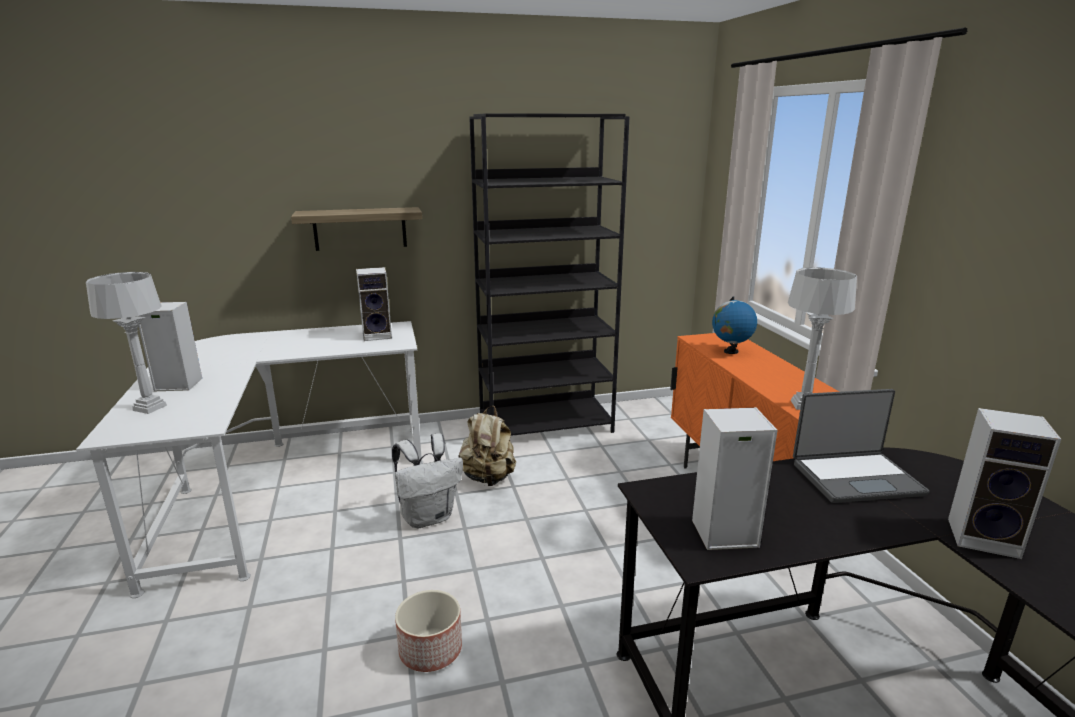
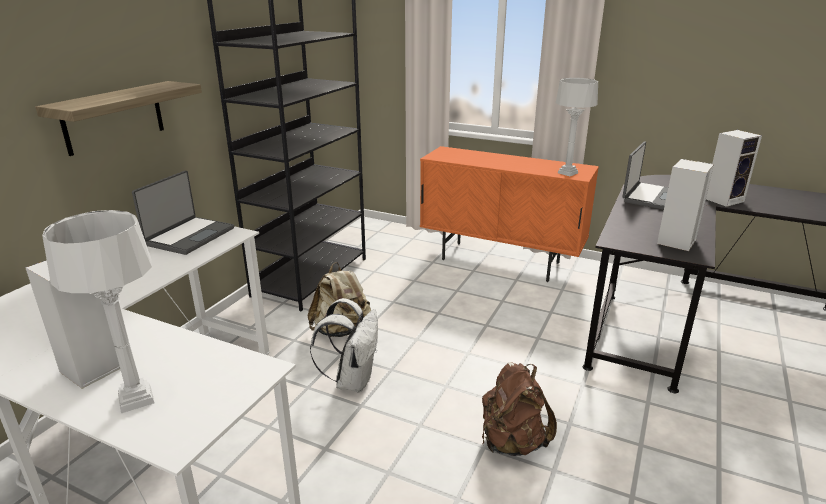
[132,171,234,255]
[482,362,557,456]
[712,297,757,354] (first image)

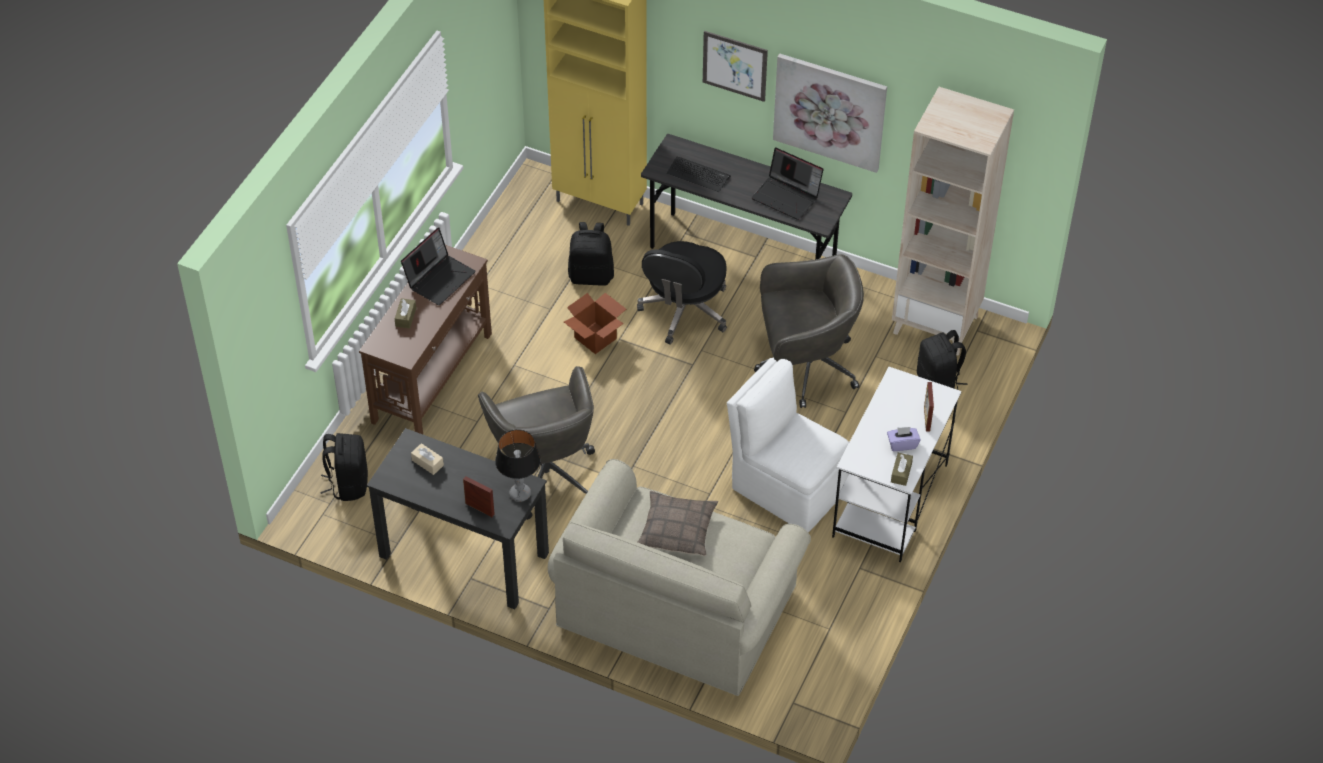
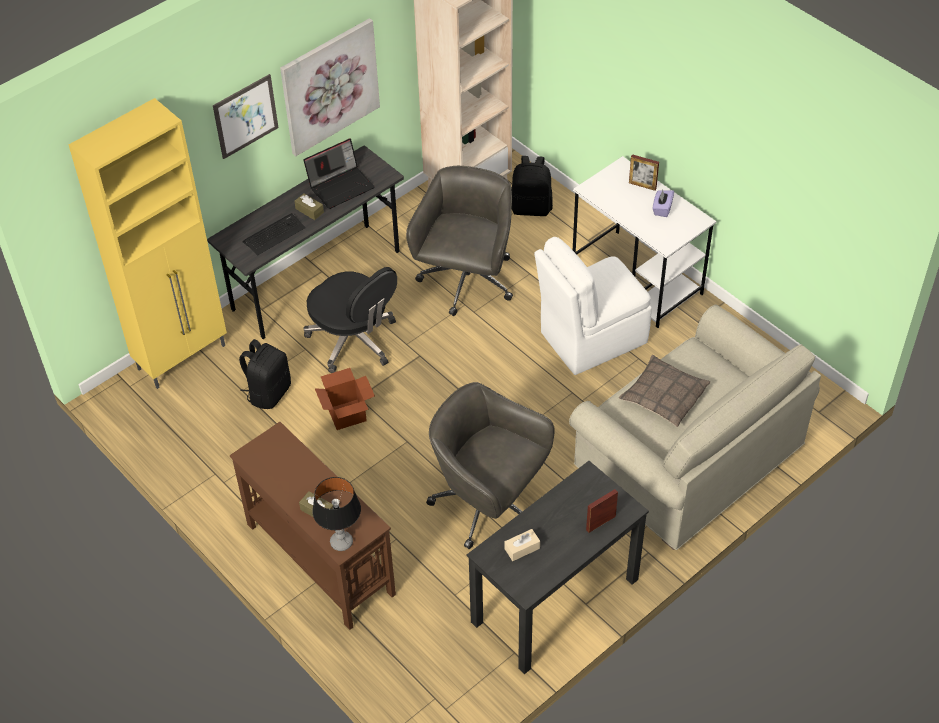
[295,194,324,220]
[312,477,361,551]
[426,382,555,549]
[320,433,368,501] (first image)
[401,227,476,305] (first image)

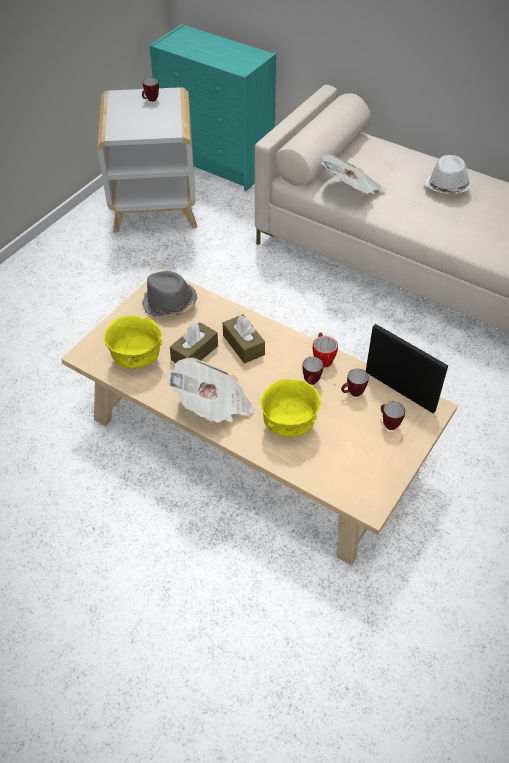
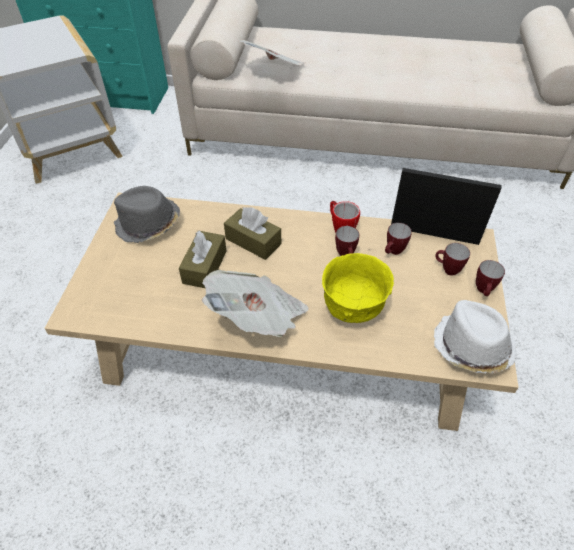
[434,300,517,373]
[476,260,505,296]
[104,315,162,369] (first image)

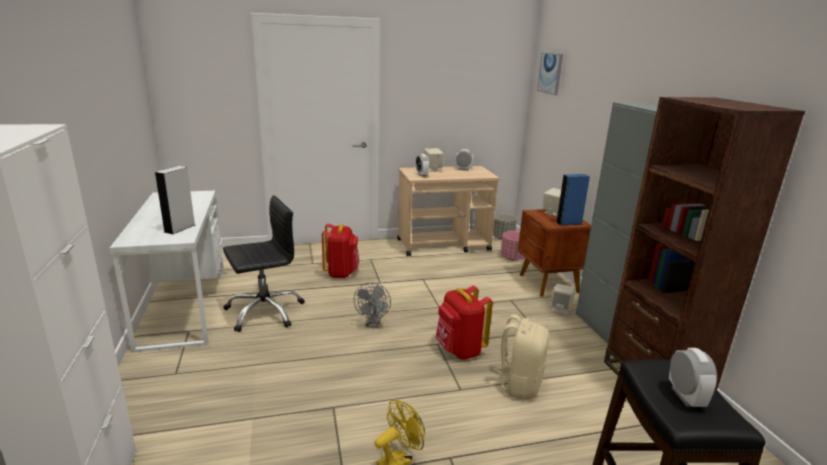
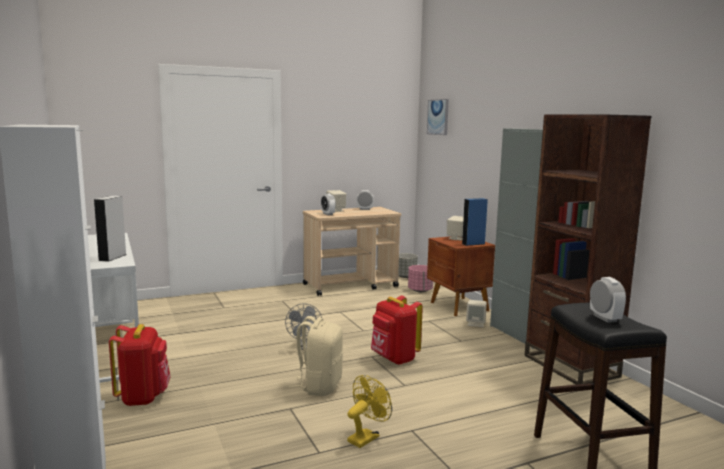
[109,324,171,406]
[289,316,343,396]
[223,195,305,332] (first image)

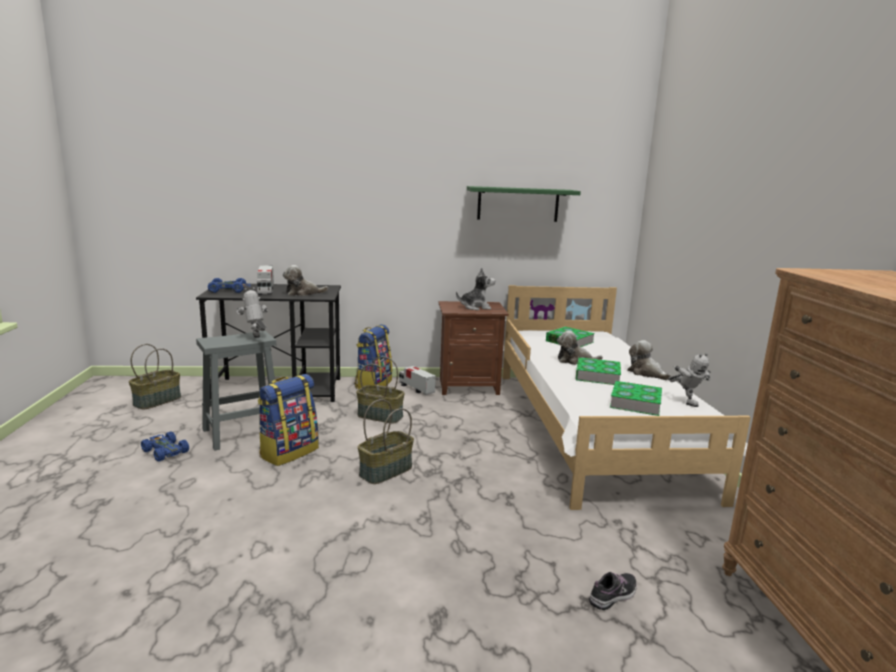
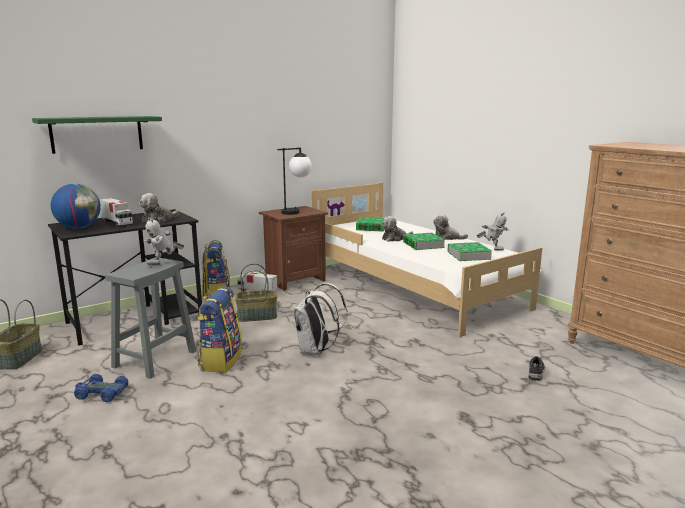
[32,116,162,154]
[51,184,101,229]
[143,217,184,265]
[277,147,312,215]
[293,283,347,355]

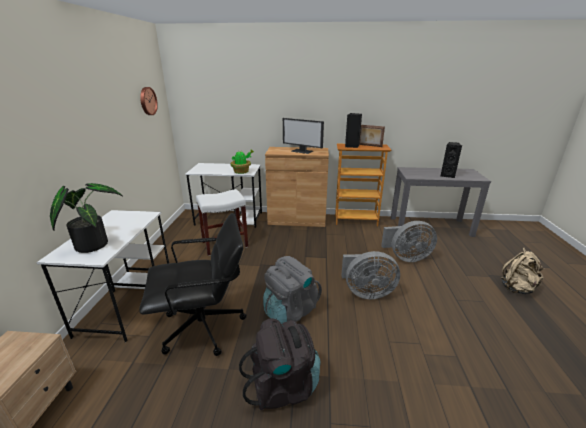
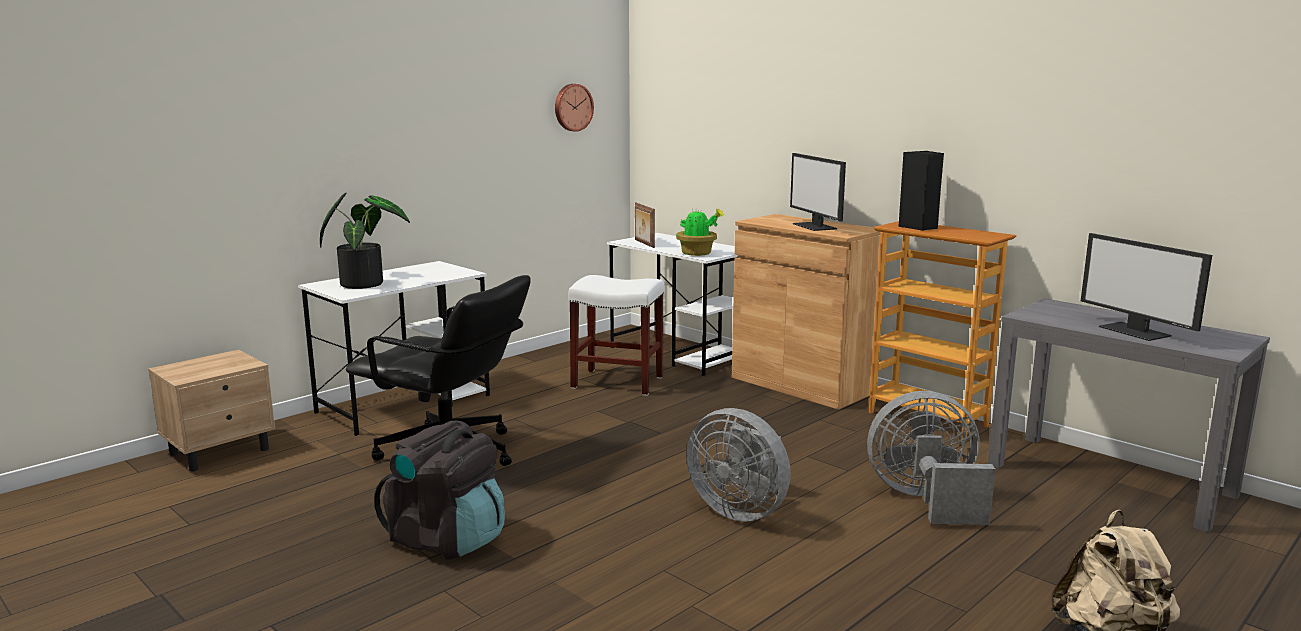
[635,203,655,248]
[867,391,996,525]
[1081,233,1212,341]
[263,256,322,324] (first image)

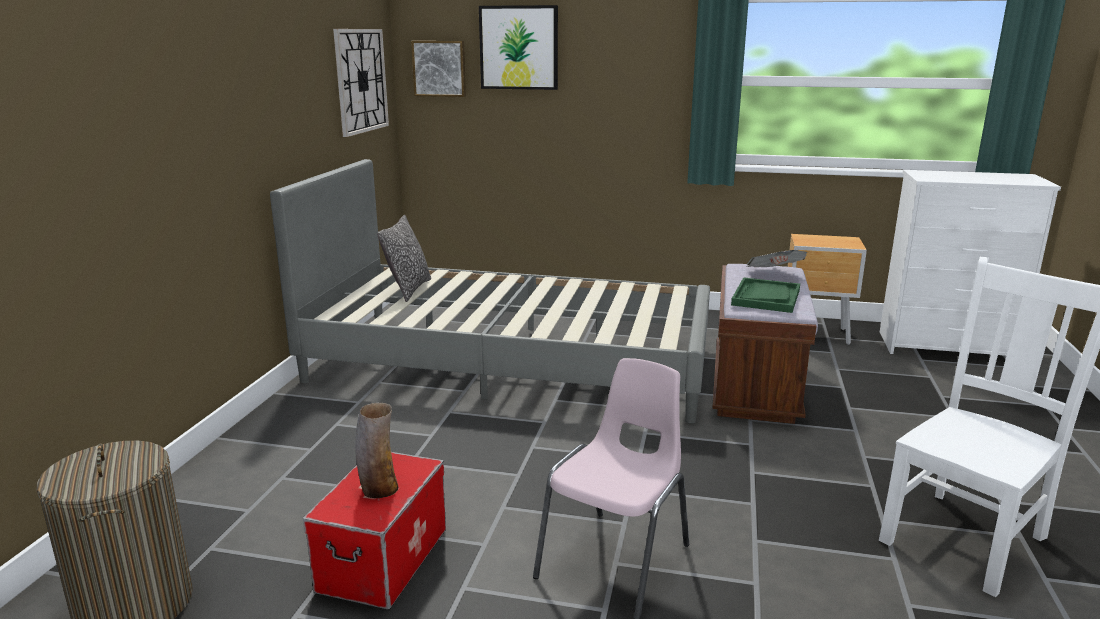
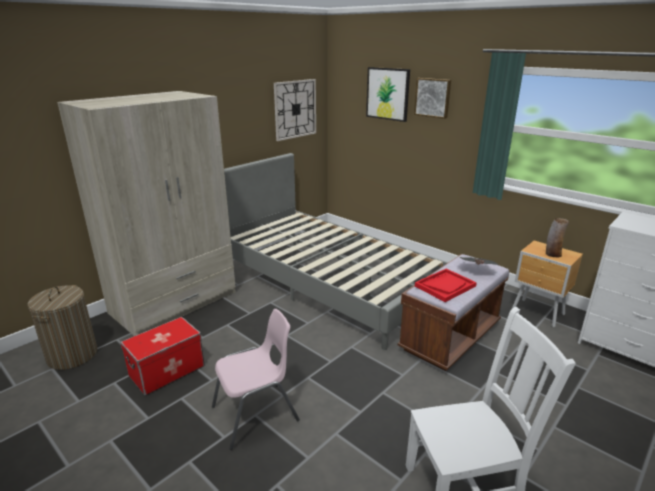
[57,91,236,336]
[414,78,451,119]
[415,269,477,302]
[546,218,569,257]
[377,215,431,302] (first image)

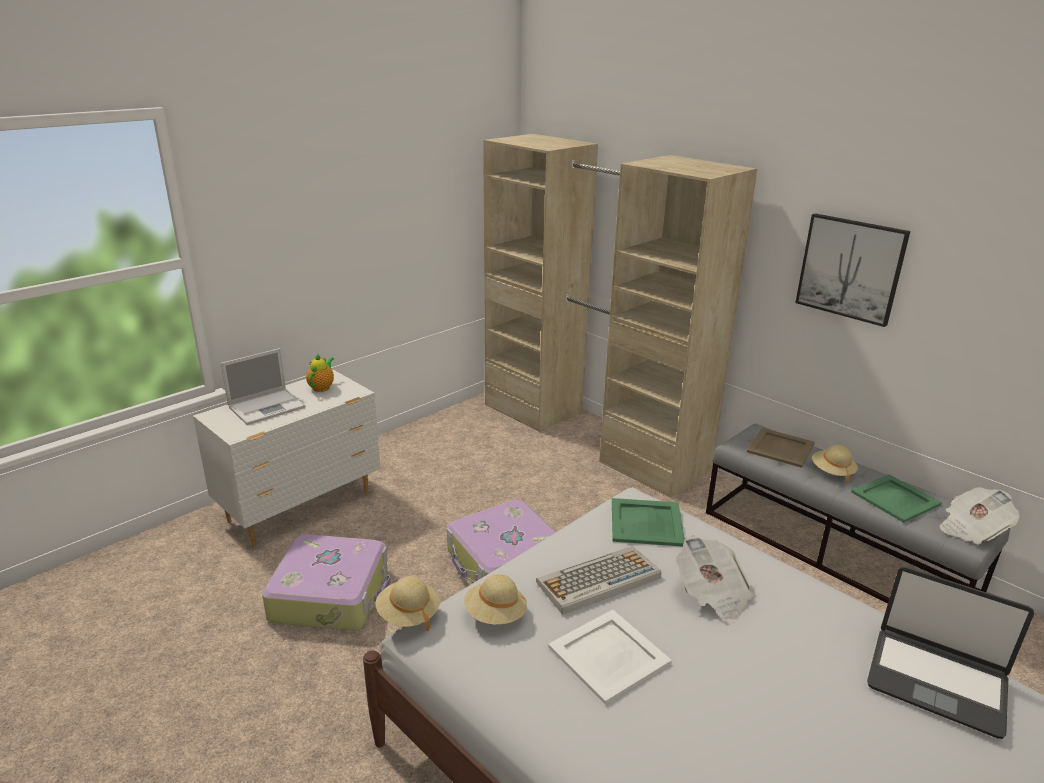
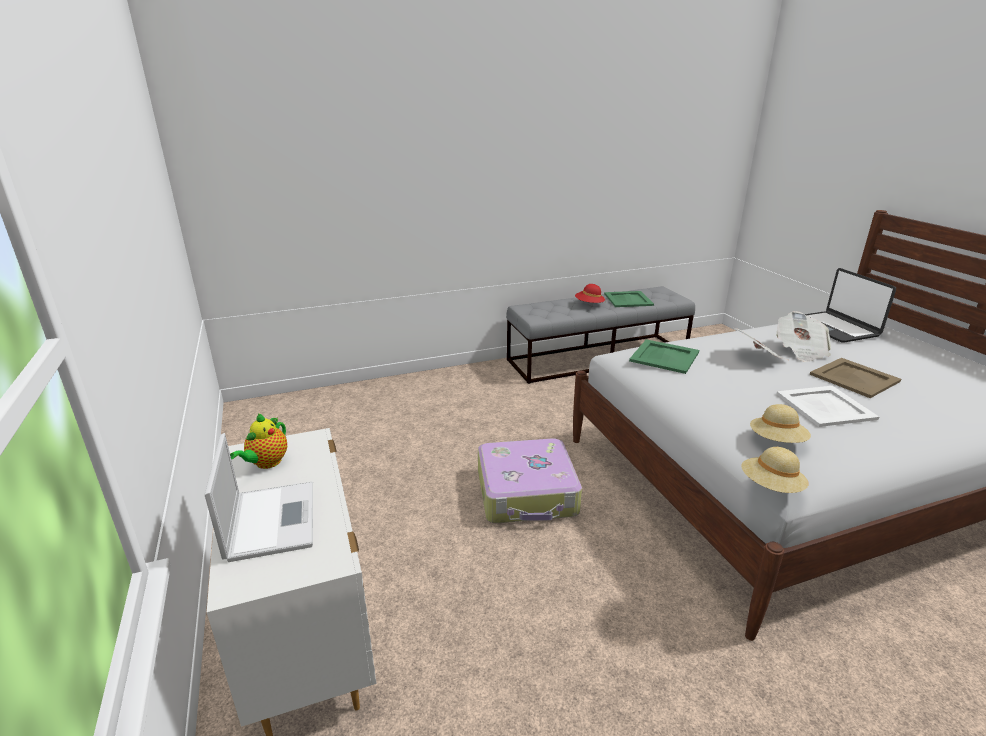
[230,414,287,469]
[575,284,605,303]
[776,311,831,362]
[805,268,896,343]
[810,358,901,398]
[262,534,390,631] (first image)
[483,134,757,498] (first image)
[536,546,661,615] (first image)
[795,213,910,327] (first image)

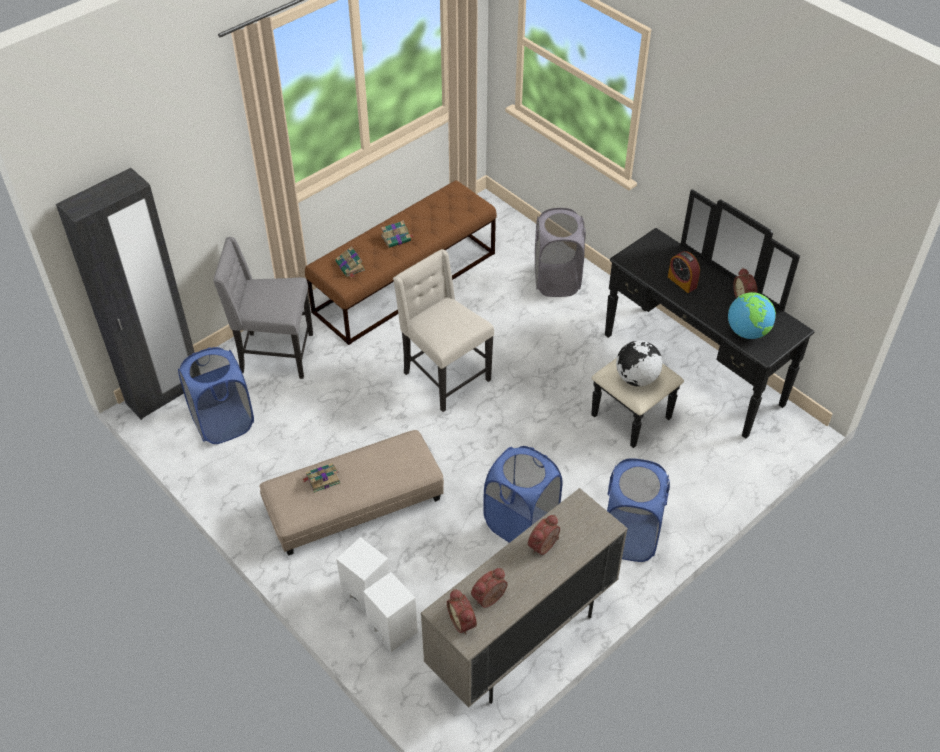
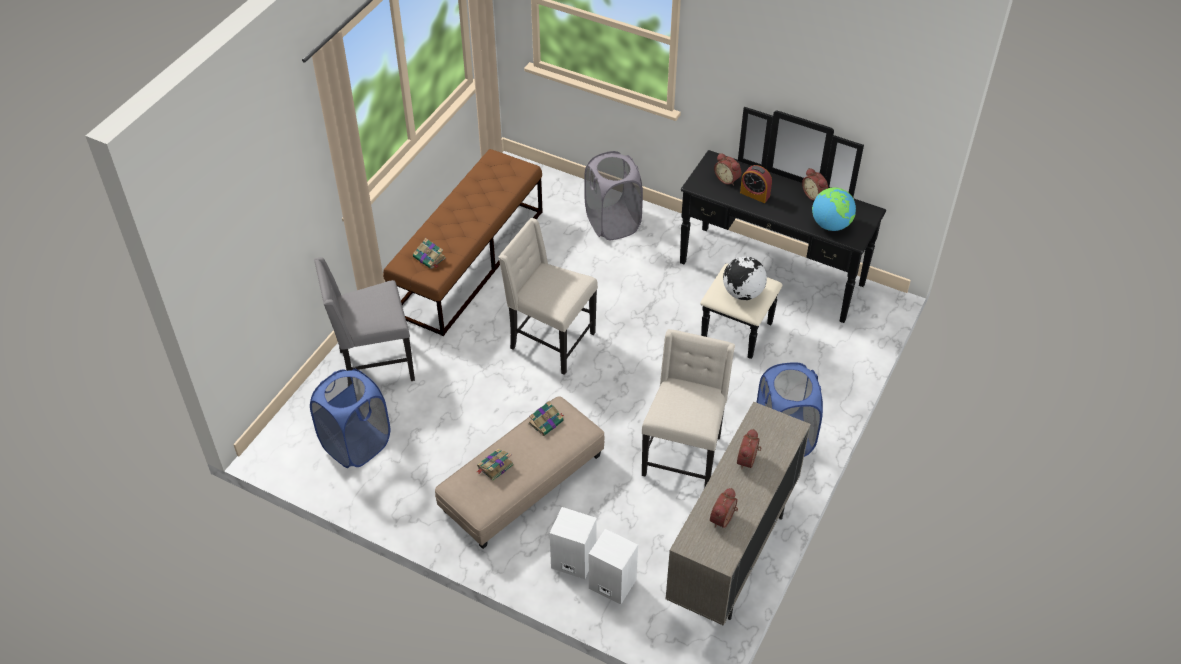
[528,401,564,436]
[642,329,735,488]
[714,153,741,186]
[56,168,195,420] (first image)

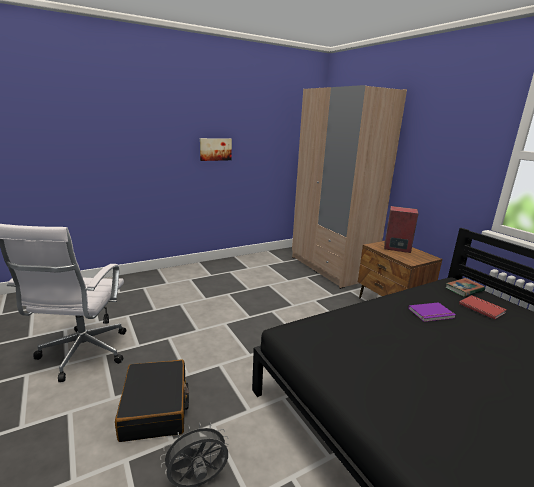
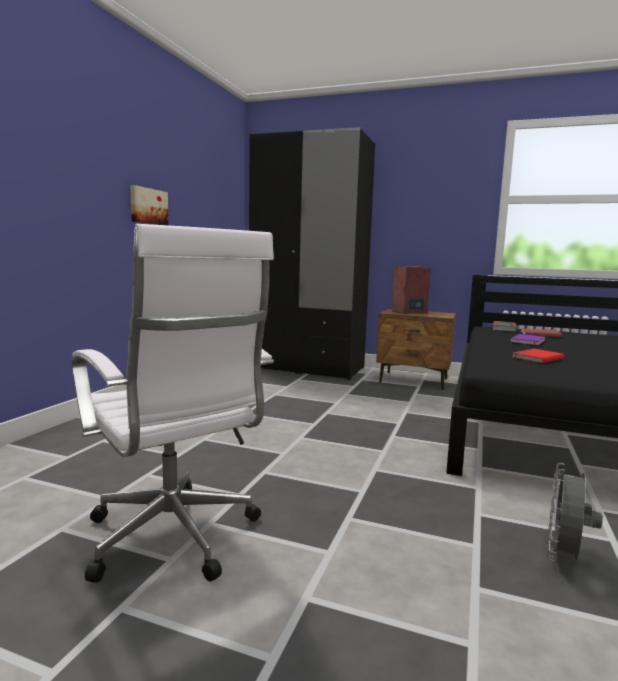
[249,127,375,380]
[512,349,565,363]
[115,359,189,442] (first image)

